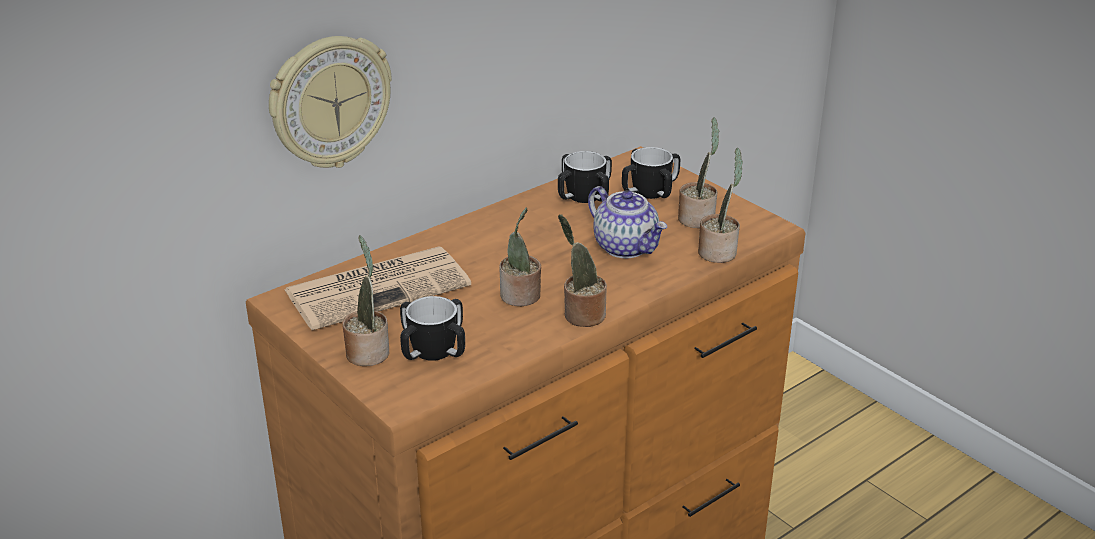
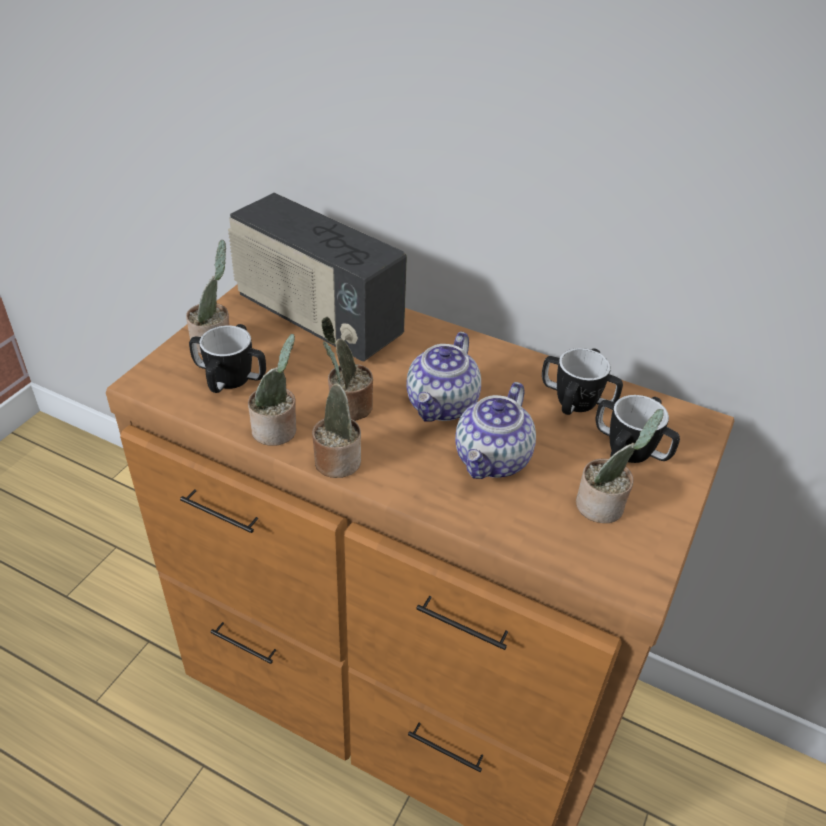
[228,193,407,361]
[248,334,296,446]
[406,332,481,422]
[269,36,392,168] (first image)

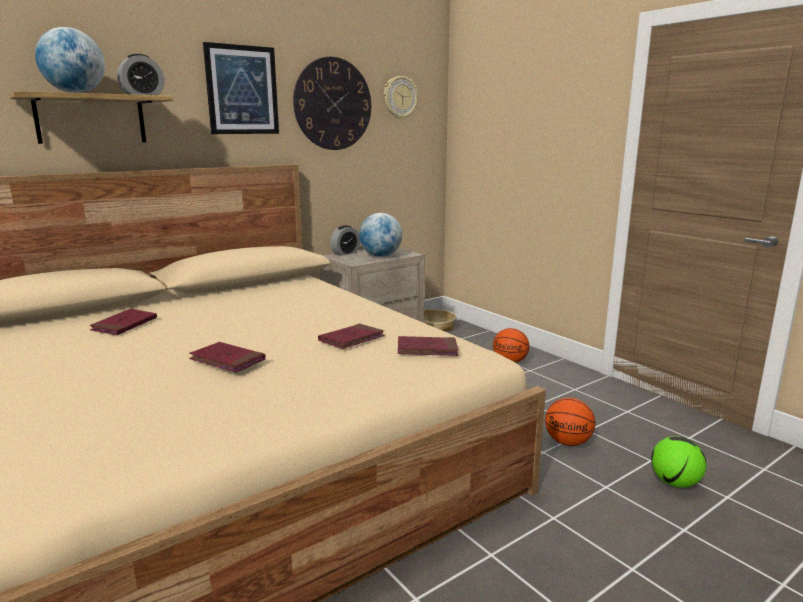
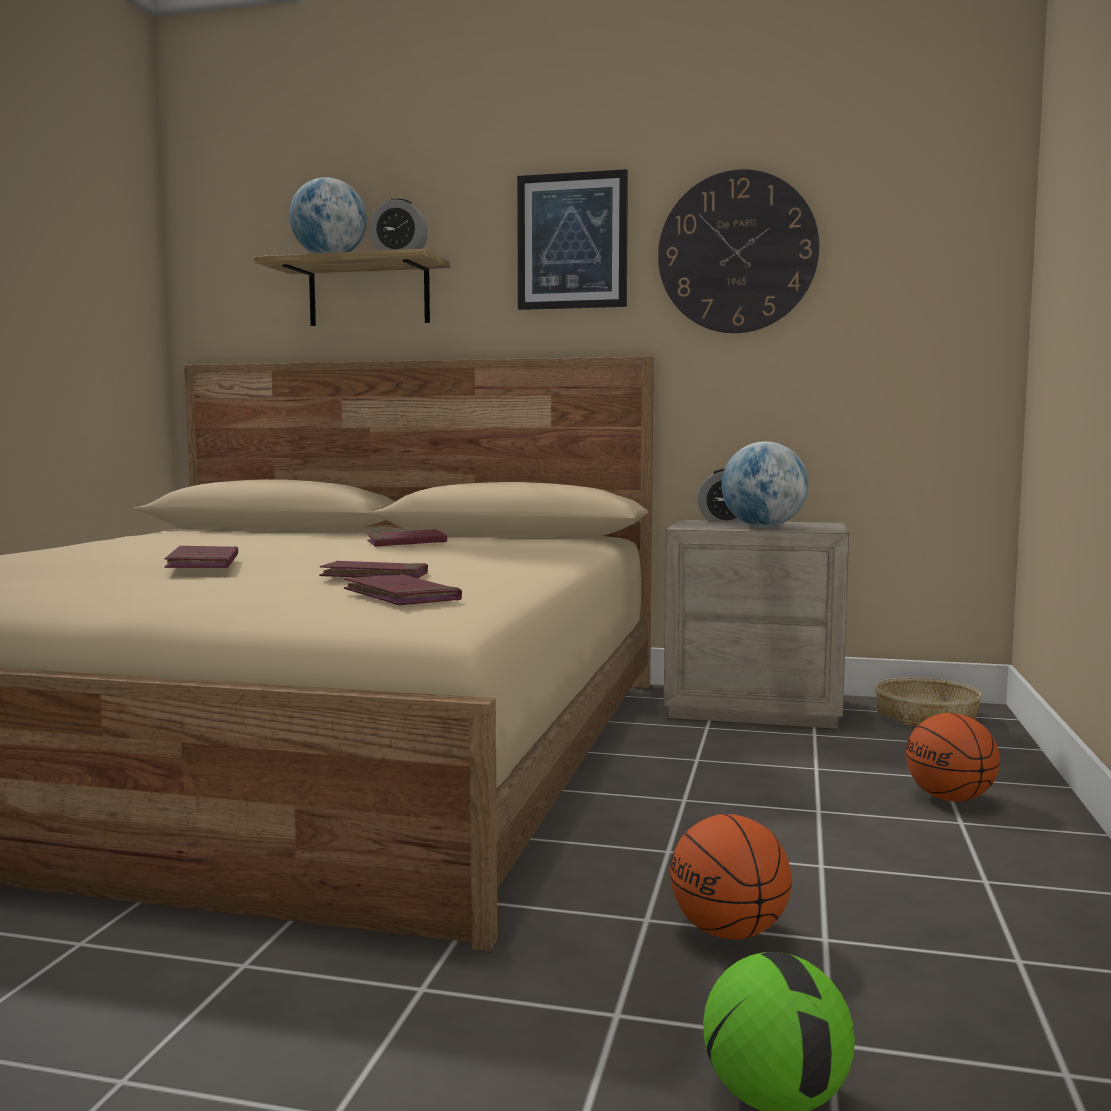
[367,529,447,547]
[384,76,418,120] (first image)

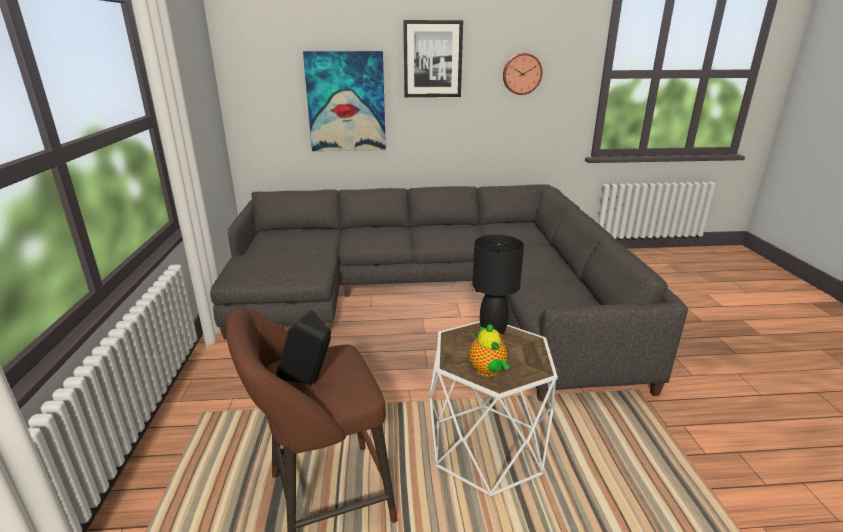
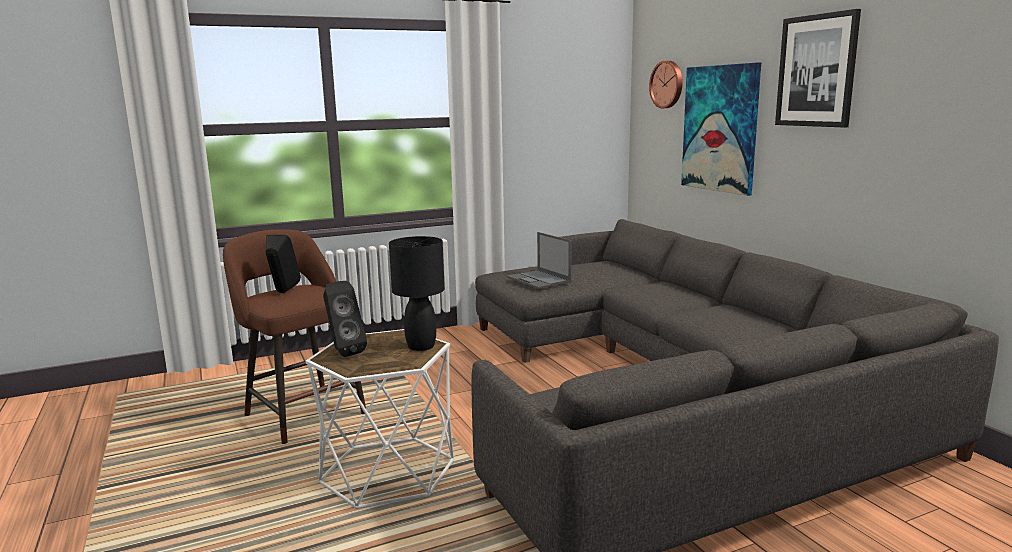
[323,281,367,357]
[507,232,572,289]
[649,61,683,108]

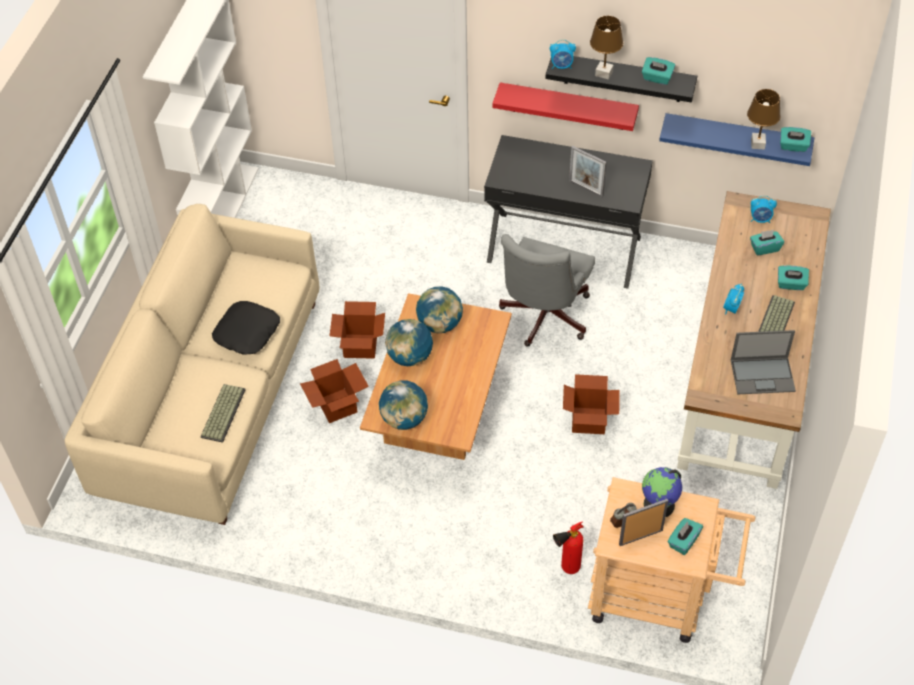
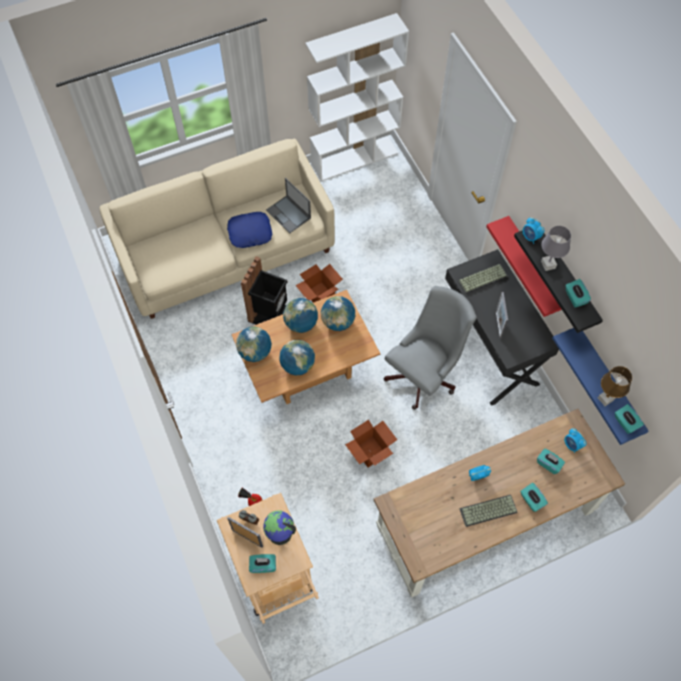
[227,212,272,248]
[241,256,287,325]
[266,178,311,233]
[279,340,315,375]
[384,286,477,410]
[458,264,508,294]
[541,226,571,271]

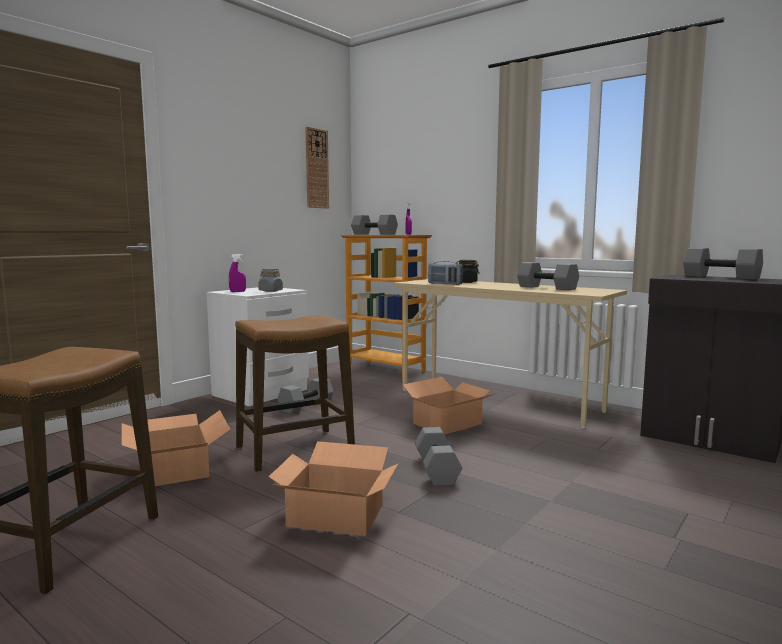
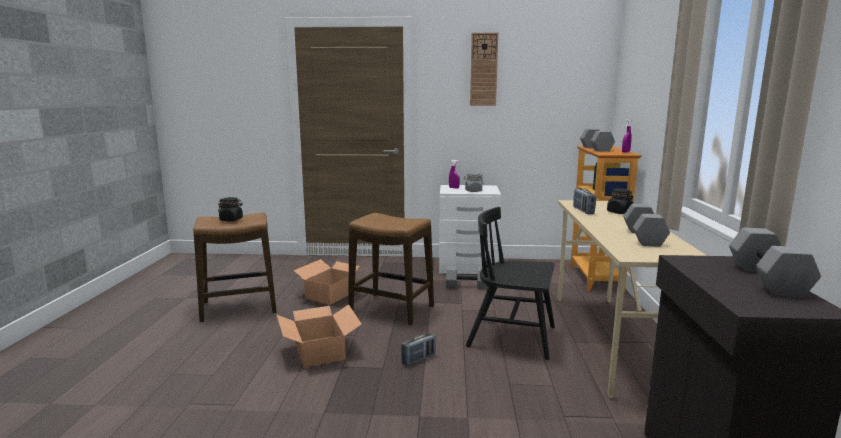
[218,197,243,221]
[401,333,436,366]
[466,207,555,360]
[470,33,499,106]

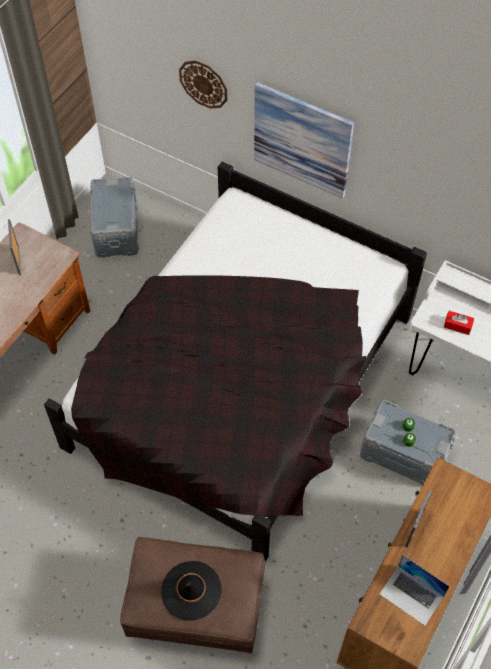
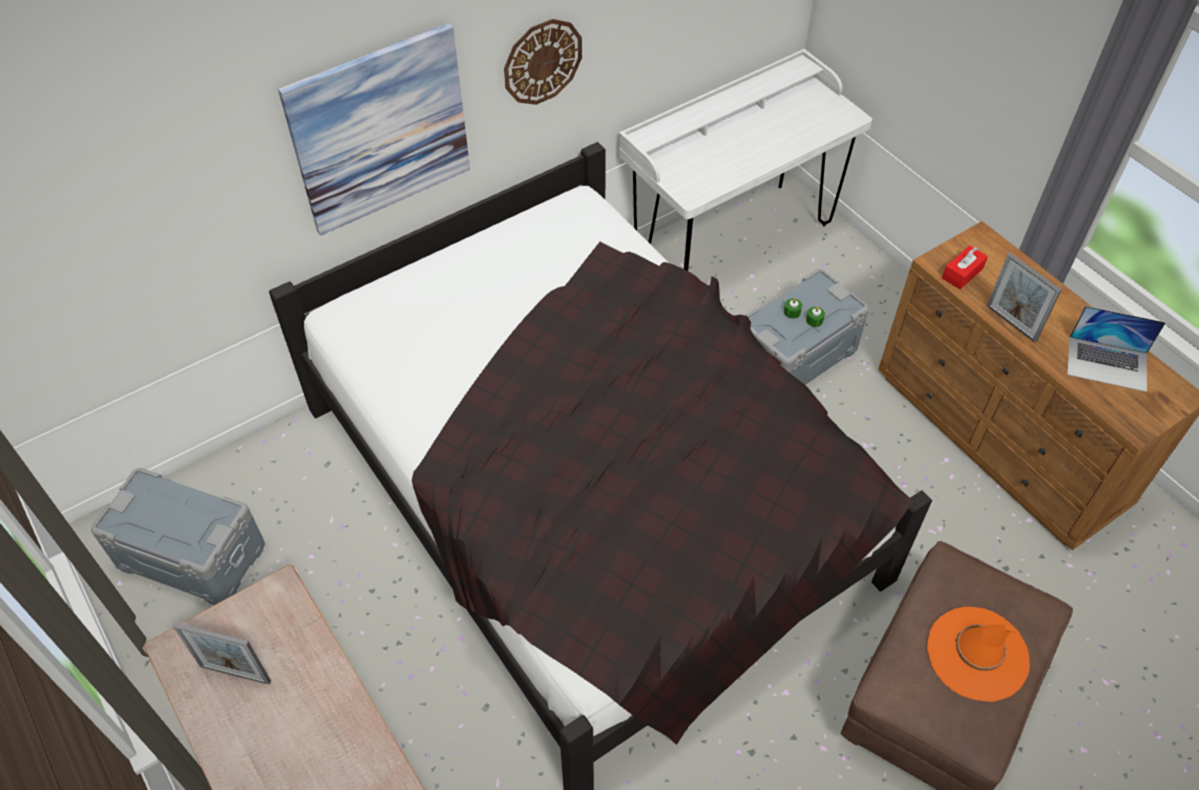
[504,19,582,105]
[927,607,1030,702]
[942,245,988,289]
[1067,306,1166,392]

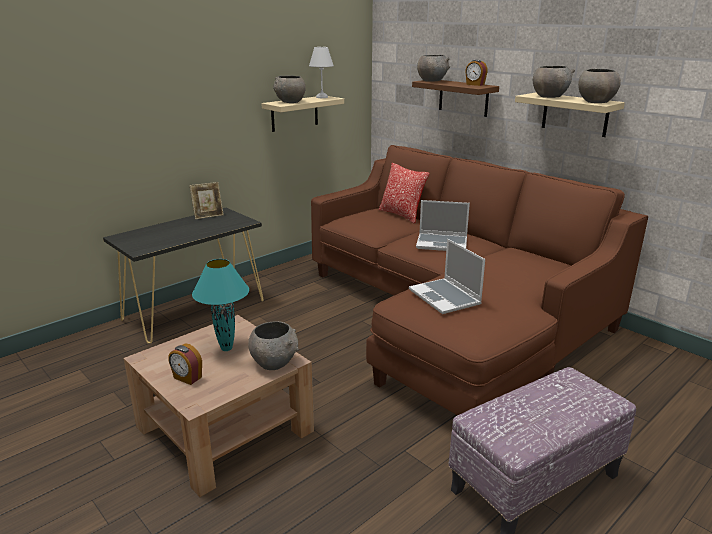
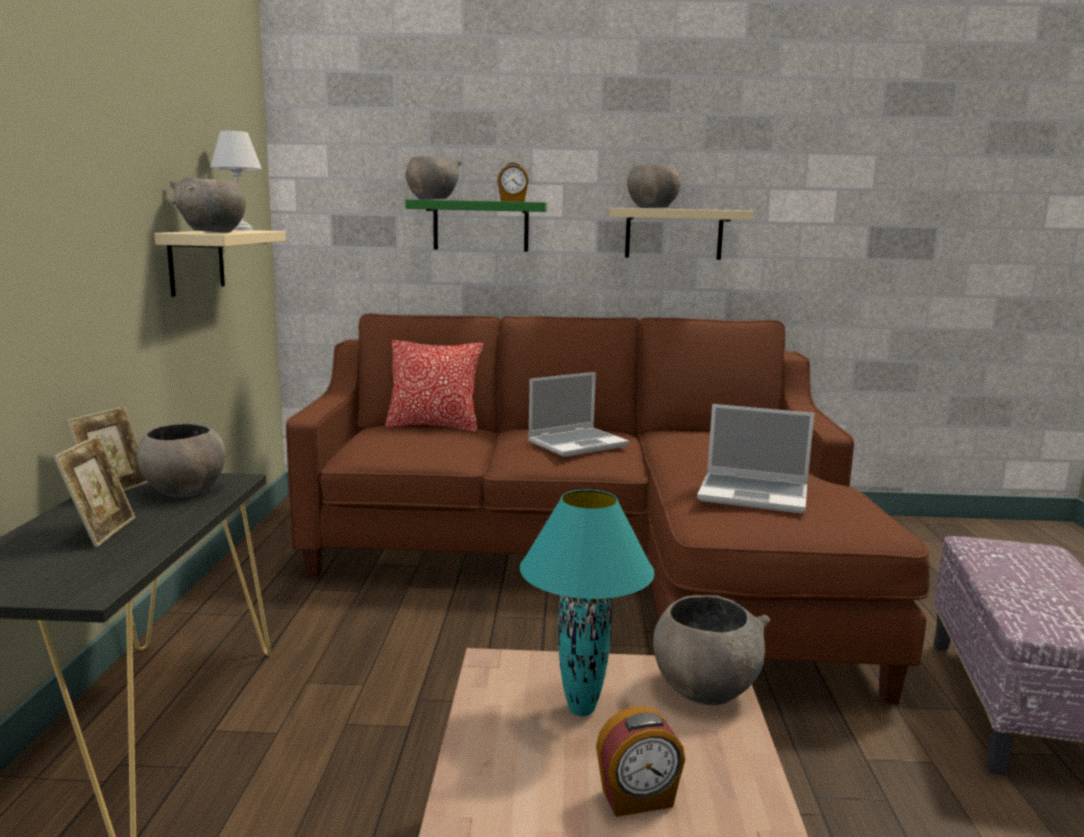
[53,435,135,548]
[137,423,226,498]
[405,199,547,252]

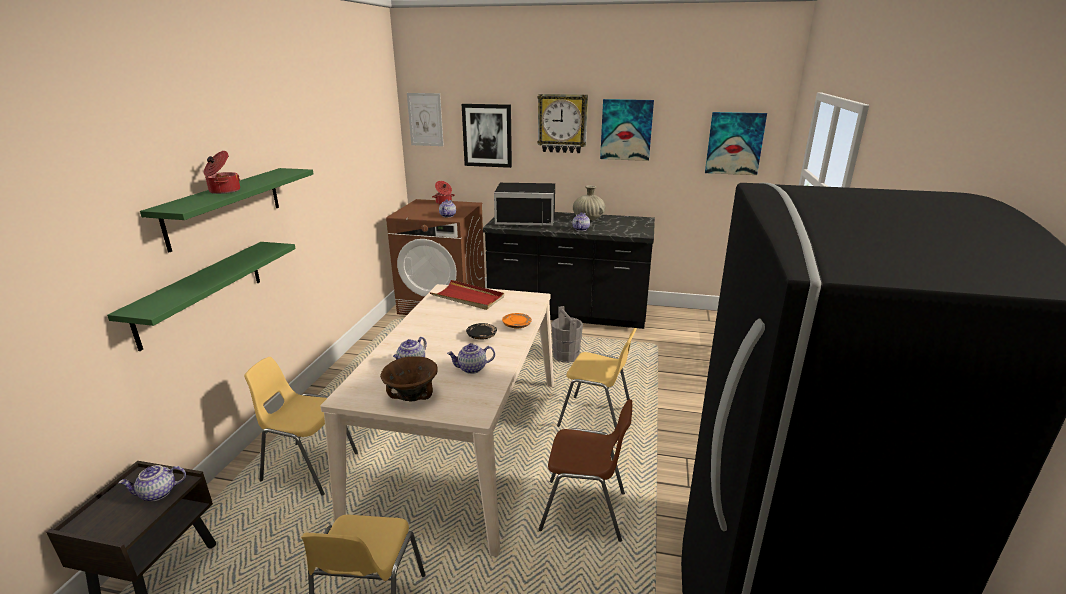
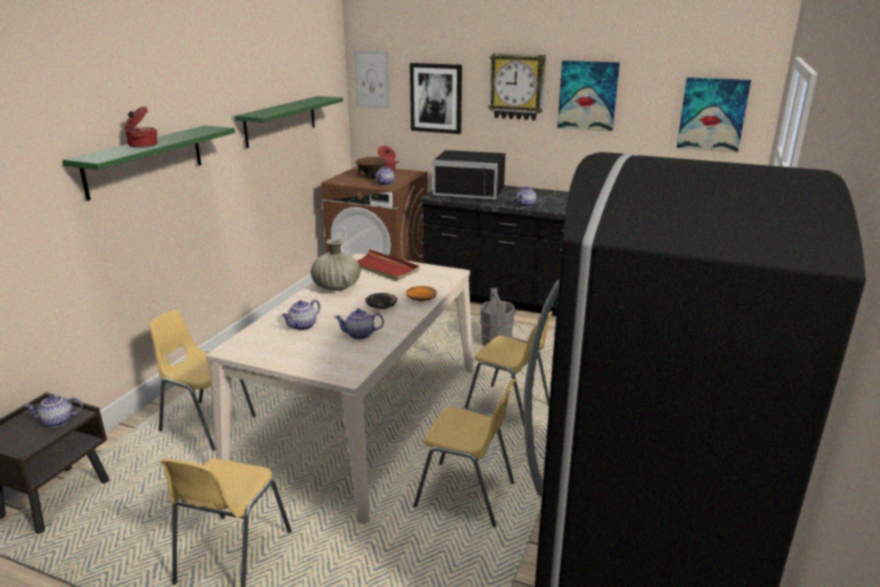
[234,96,343,148]
[311,238,361,291]
[355,157,387,178]
[413,379,516,527]

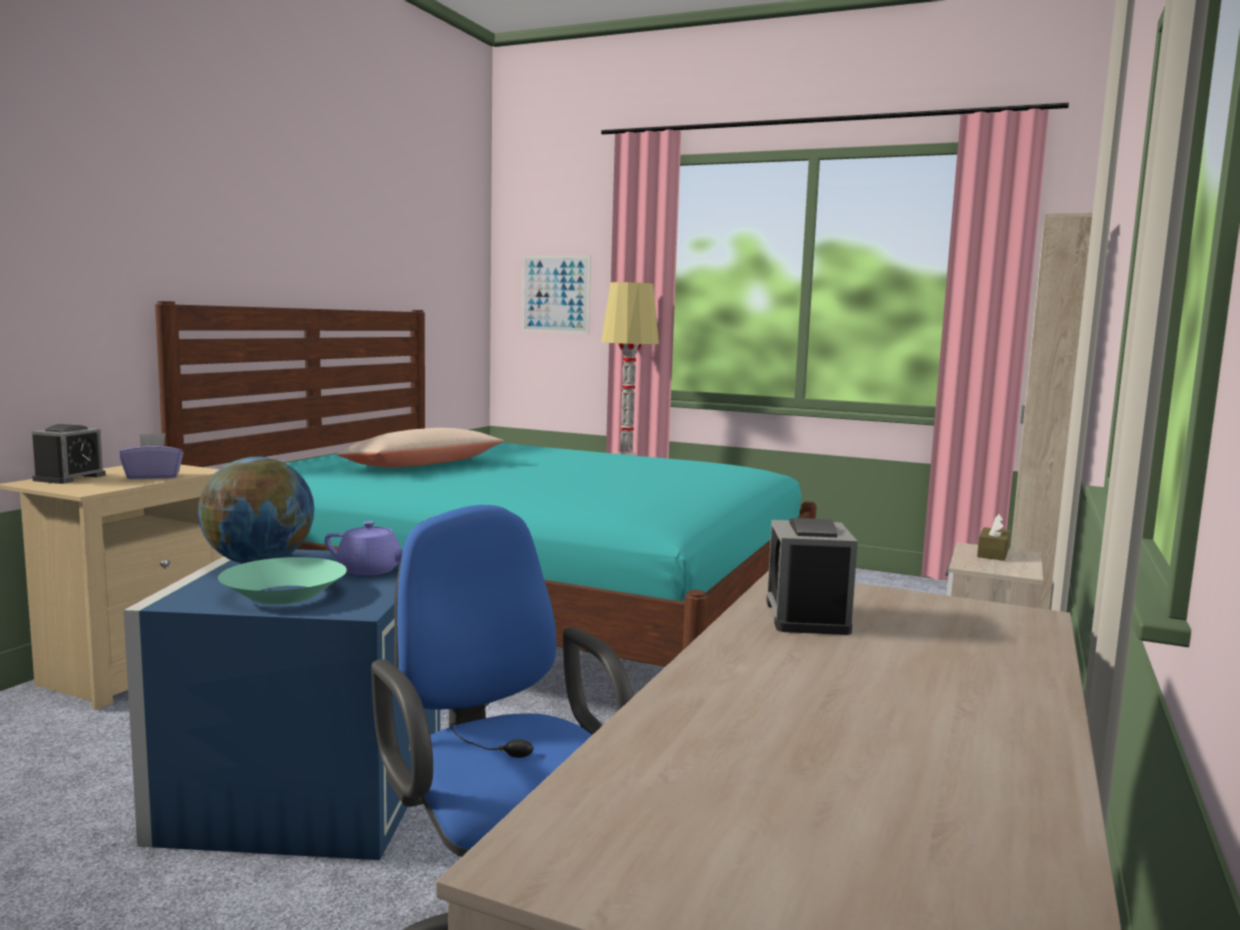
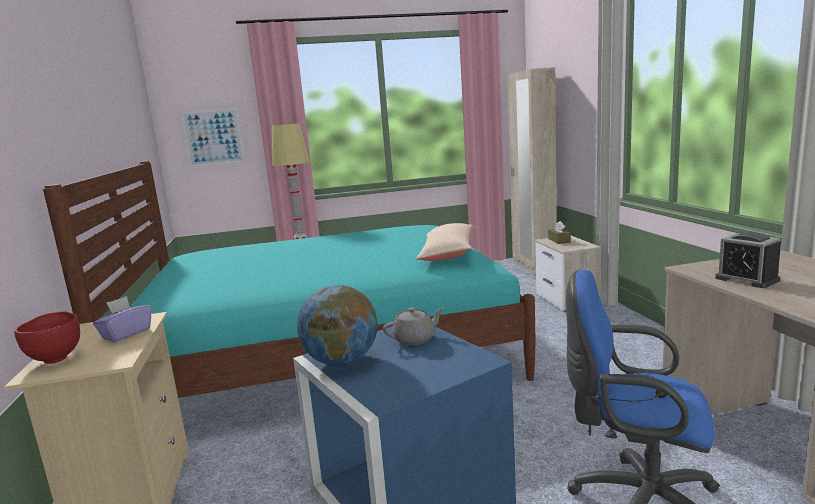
[14,311,80,364]
[383,307,444,345]
[416,223,473,261]
[218,557,347,604] (first image)

